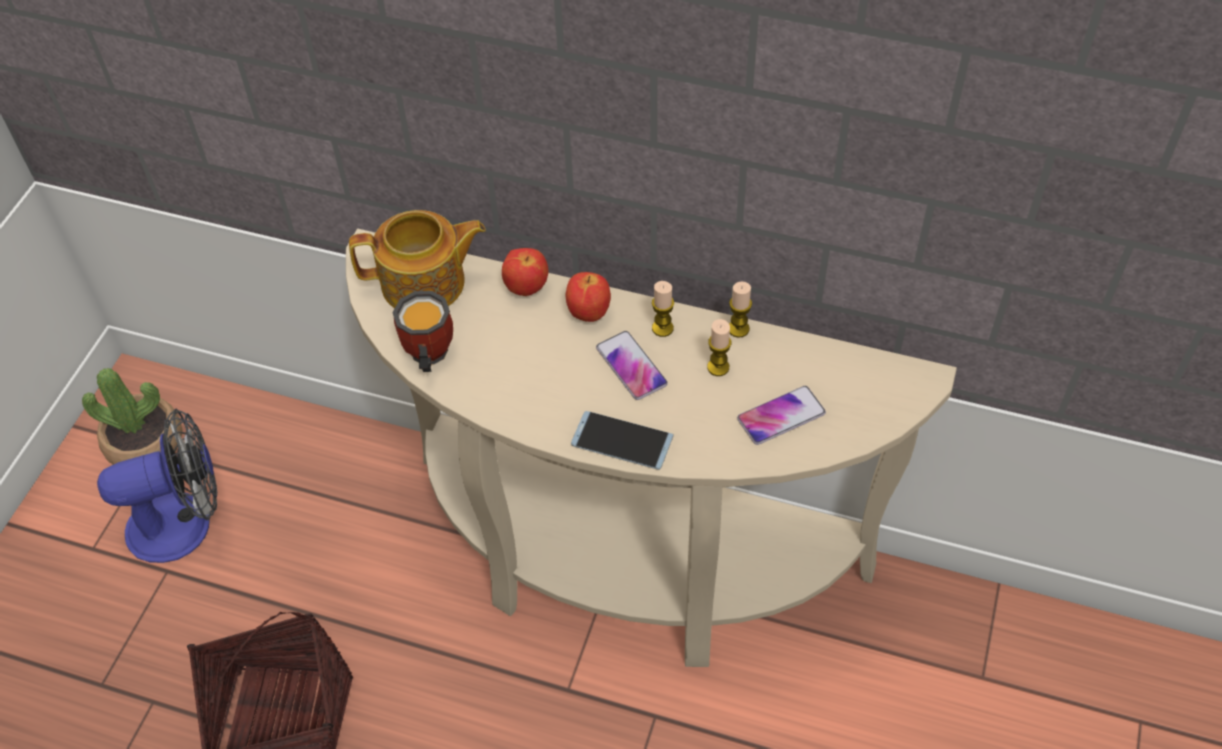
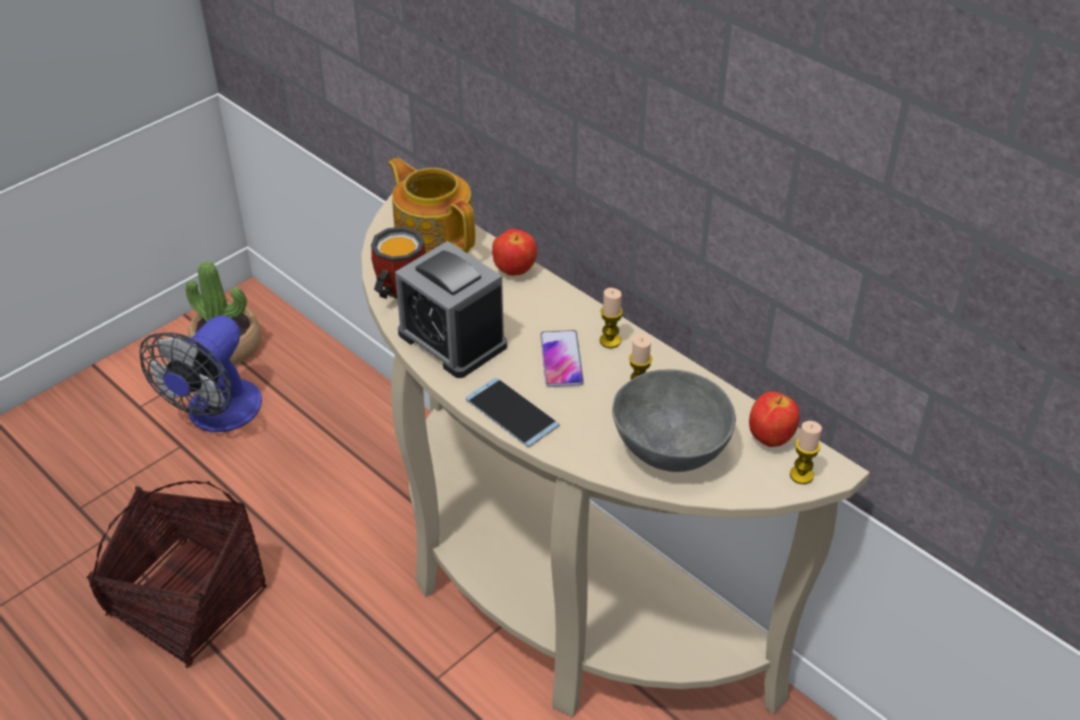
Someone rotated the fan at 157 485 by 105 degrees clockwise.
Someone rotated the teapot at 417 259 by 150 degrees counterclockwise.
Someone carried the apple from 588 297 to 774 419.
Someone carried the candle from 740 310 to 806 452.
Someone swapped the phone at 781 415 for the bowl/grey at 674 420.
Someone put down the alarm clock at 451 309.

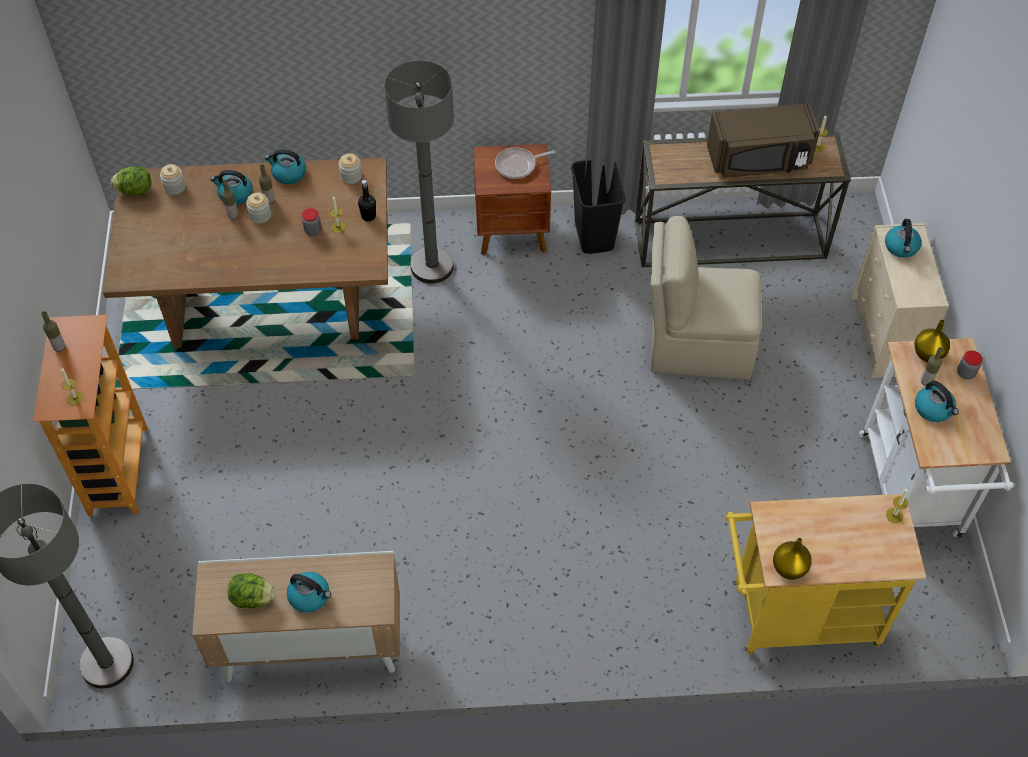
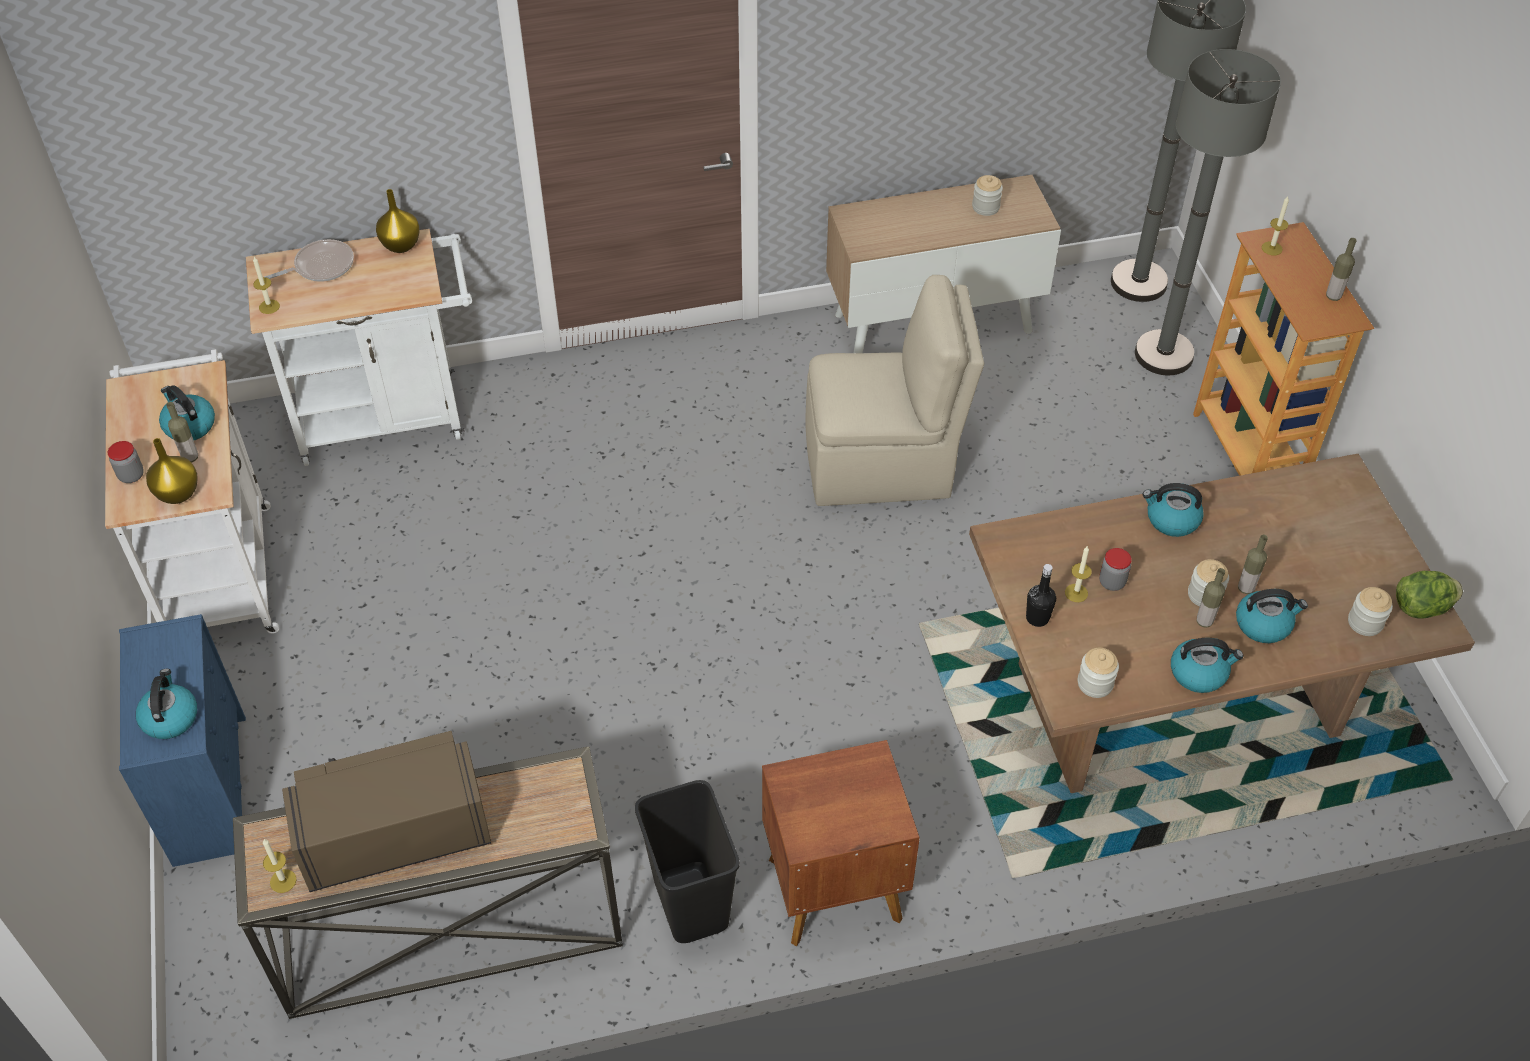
Someone swapped the lettuce at 252 591 for the jar at 987 195.
Someone carried the kettle from 309 592 to 1173 510.
Someone carried the floor lamp/grey from 419 172 to 1208 212.
Someone carried the frying pan from 525 163 to 309 260.
Someone carried the chair/beige from 706 298 to 894 390.
Someone repainted the cart/yellow at 825 574, which became the cart/white at 359 347.
Someone repainted the dresser/beige at 900 300, which became the dresser/blue at 182 740.

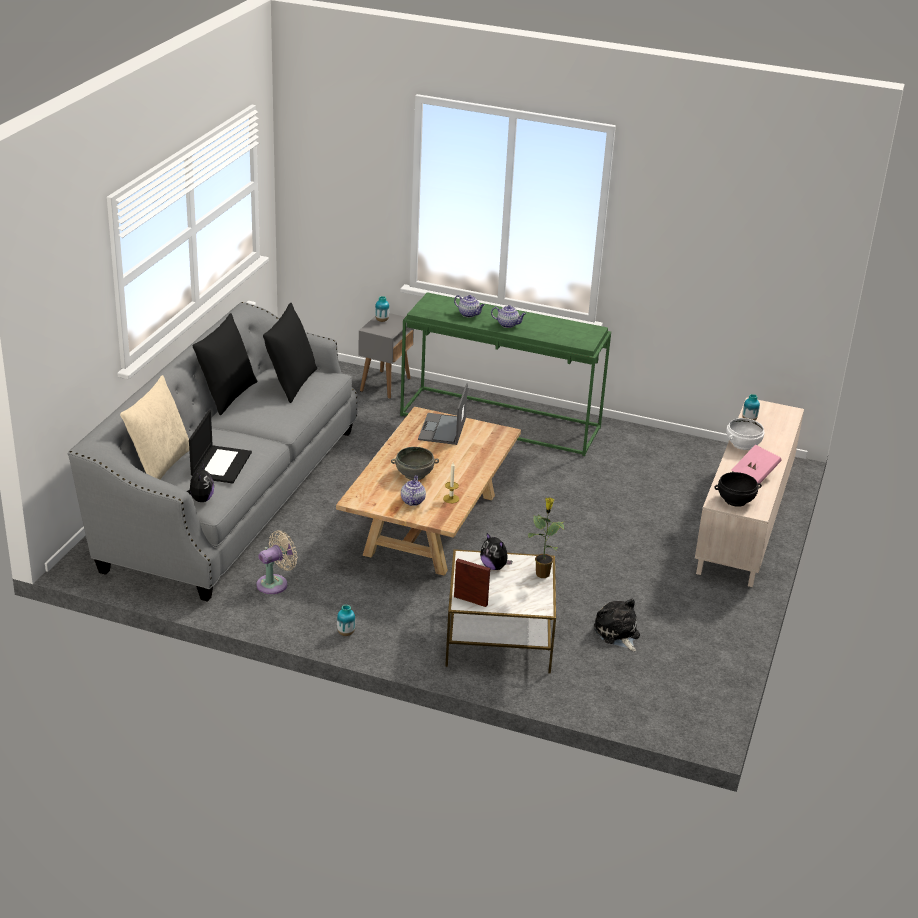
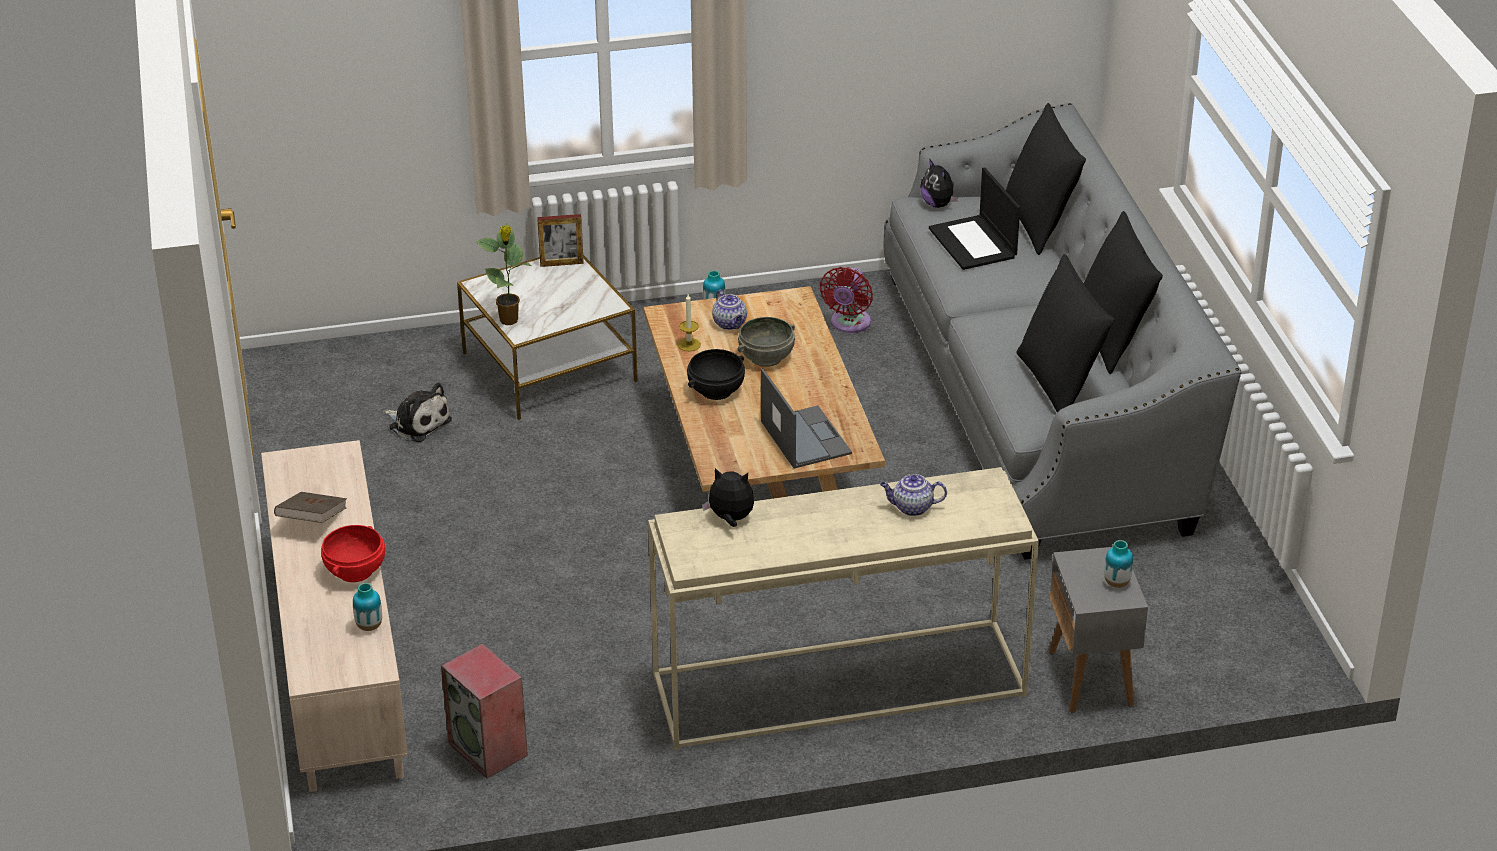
Someone repainted the pillow/beige at 154 427, which became the pillow/black at 1046 179.
Someone repainted the fan/beige at 276 562, which became the fan/red at 846 300.
Someone repainted the console table/green at 505 374, which became the console table/beige at 843 608.
Someone carried the plush toy from 496 551 to 728 497.
Someone took away the teapot at 508 316.
Someone carried the bowl/black from 738 489 to 716 374.
Someone repainted the bowl/white at 745 434, which became the bowl/red at 353 553.
Someone repainted the book/pink at 756 464, which became the book/brown at 310 507.
Someone put down the speaker at 484 710.

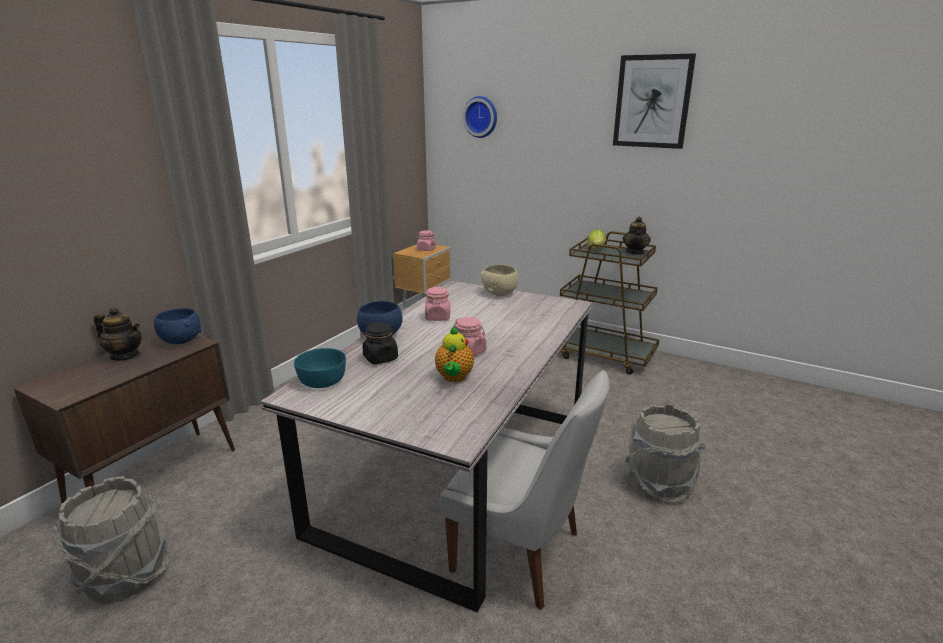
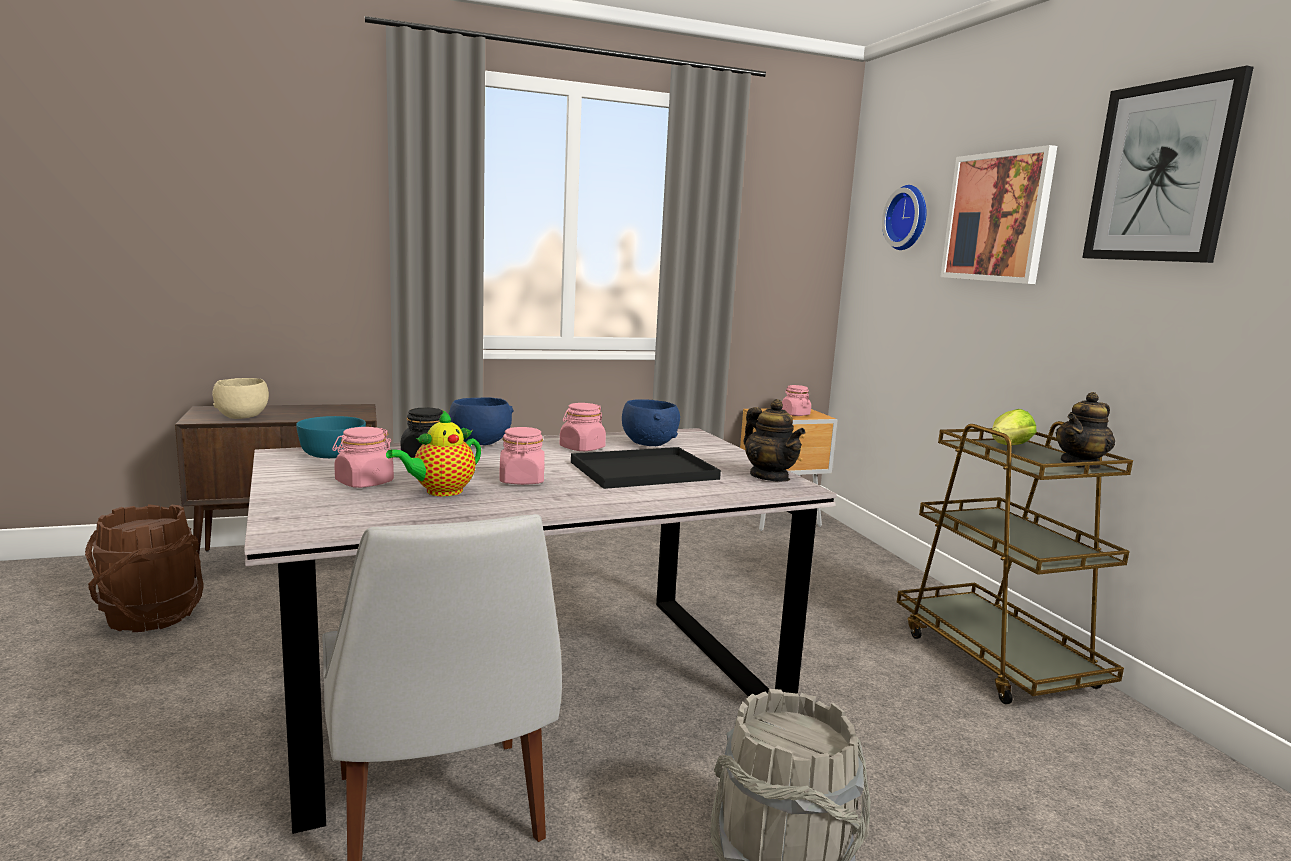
Someone repainted the bucket/grey at 111 540, which became the bucket/brown at 144 568.
Someone carried the teapot from 118 334 to 774 440.
Someone carried the bowl/blue from 178 326 to 651 422.
Someone carried the bowl/beige from 499 280 to 240 398.
Someone put down the jar/pink at 363 457.
Someone put down the tray/black at 646 468.
Someone put up the picture at 998 214.

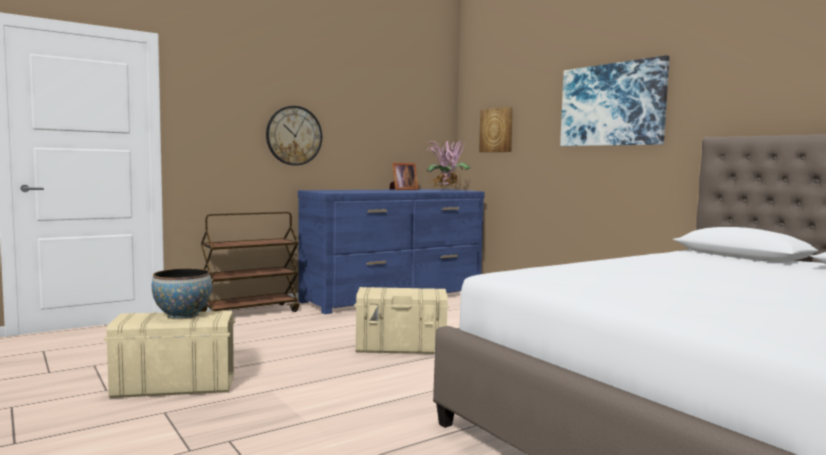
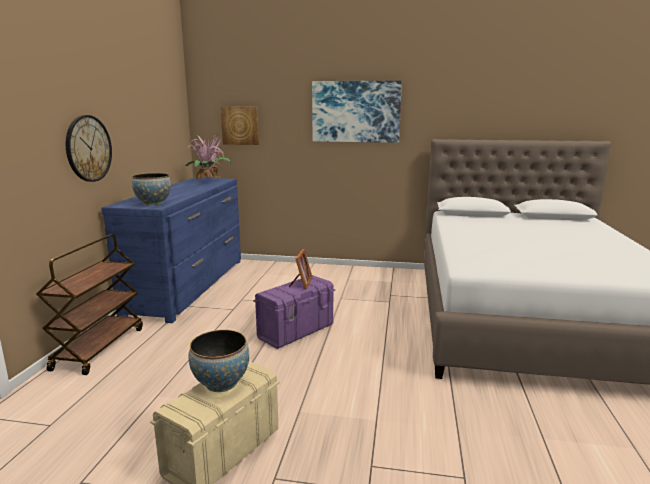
Someone repainted the storage box/beige at 401 320, which became the storage box/purple at 294 312.
Someone carried the picture frame from 404 176 to 301 269.
Someone put down the bowl at 151 189.

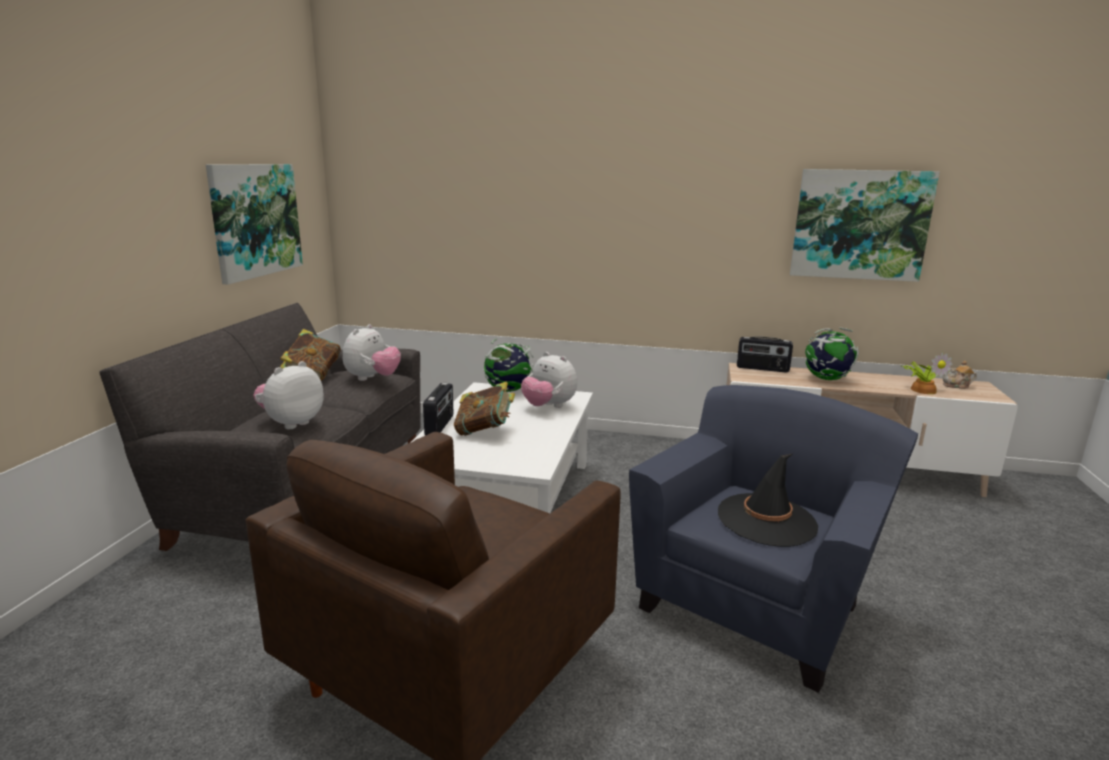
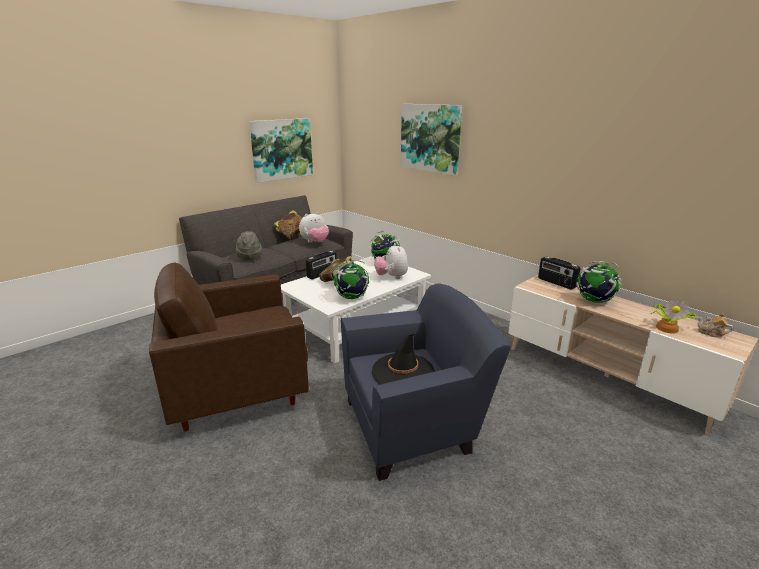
Someone swapped the plush toy at 289 395 for the hat/grey at 249 246.
Someone carried the picture from 865 225 to 431 139.
Someone put down the globe at 352 279.

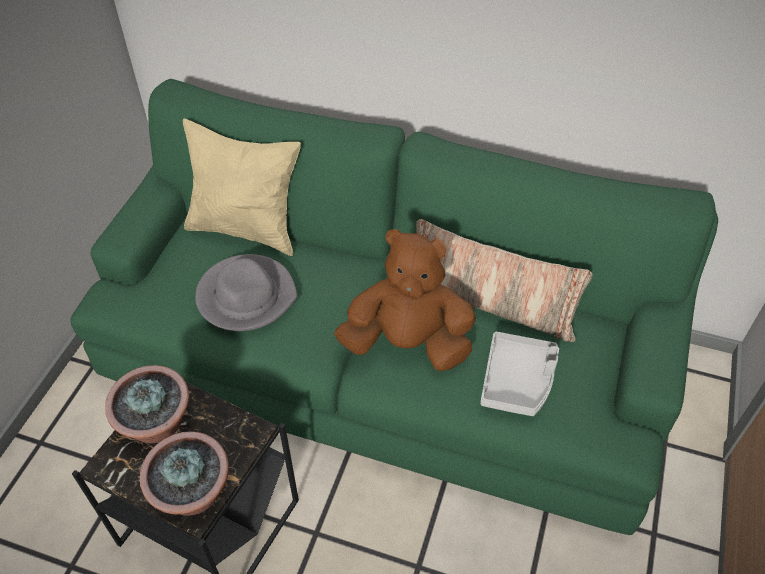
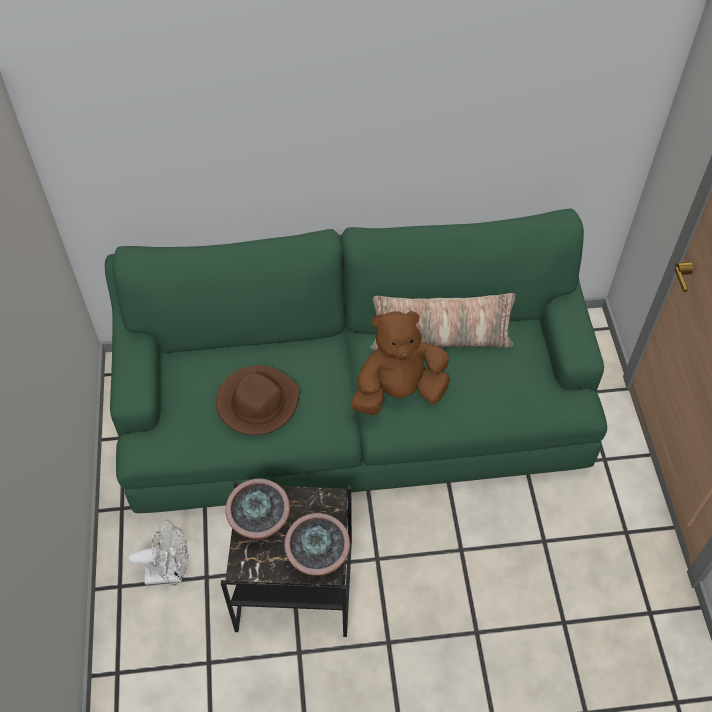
Someone took away the pillow/beige at 242 187.
Someone repainted the hat/grey at 246 292, which became the hat/brown at 258 400.
Someone took away the tray/grey at 519 374.
Someone put down the fan/white at 158 552.

